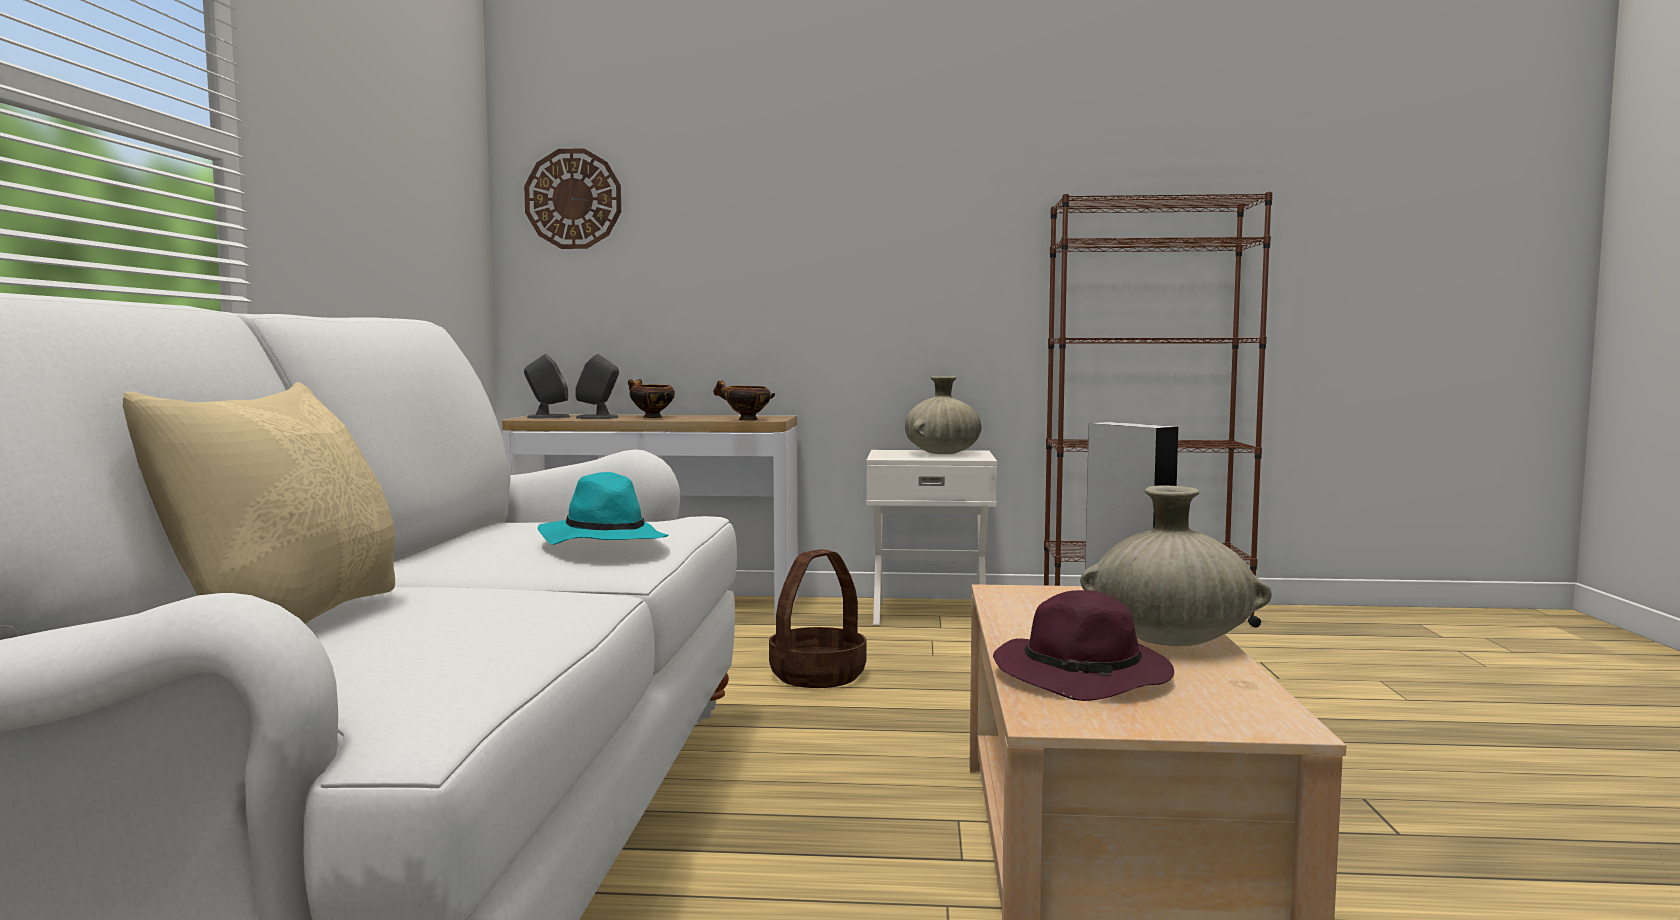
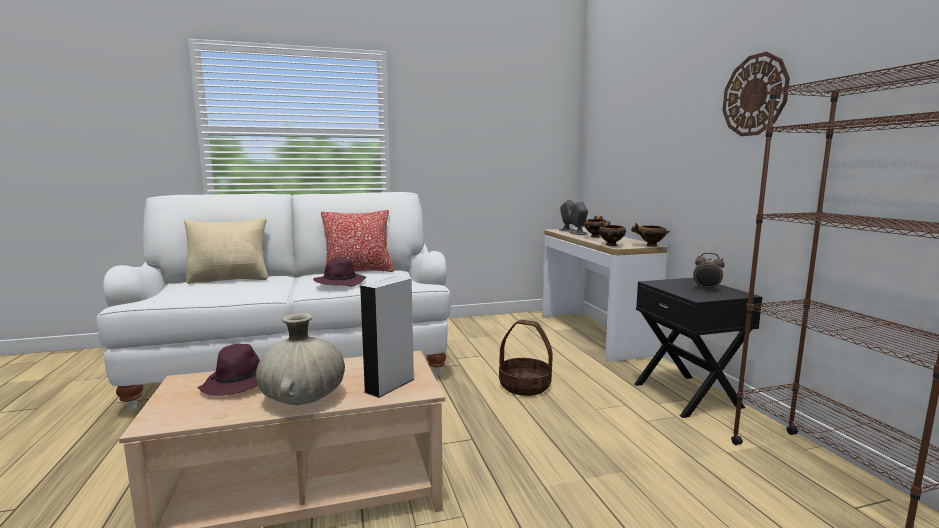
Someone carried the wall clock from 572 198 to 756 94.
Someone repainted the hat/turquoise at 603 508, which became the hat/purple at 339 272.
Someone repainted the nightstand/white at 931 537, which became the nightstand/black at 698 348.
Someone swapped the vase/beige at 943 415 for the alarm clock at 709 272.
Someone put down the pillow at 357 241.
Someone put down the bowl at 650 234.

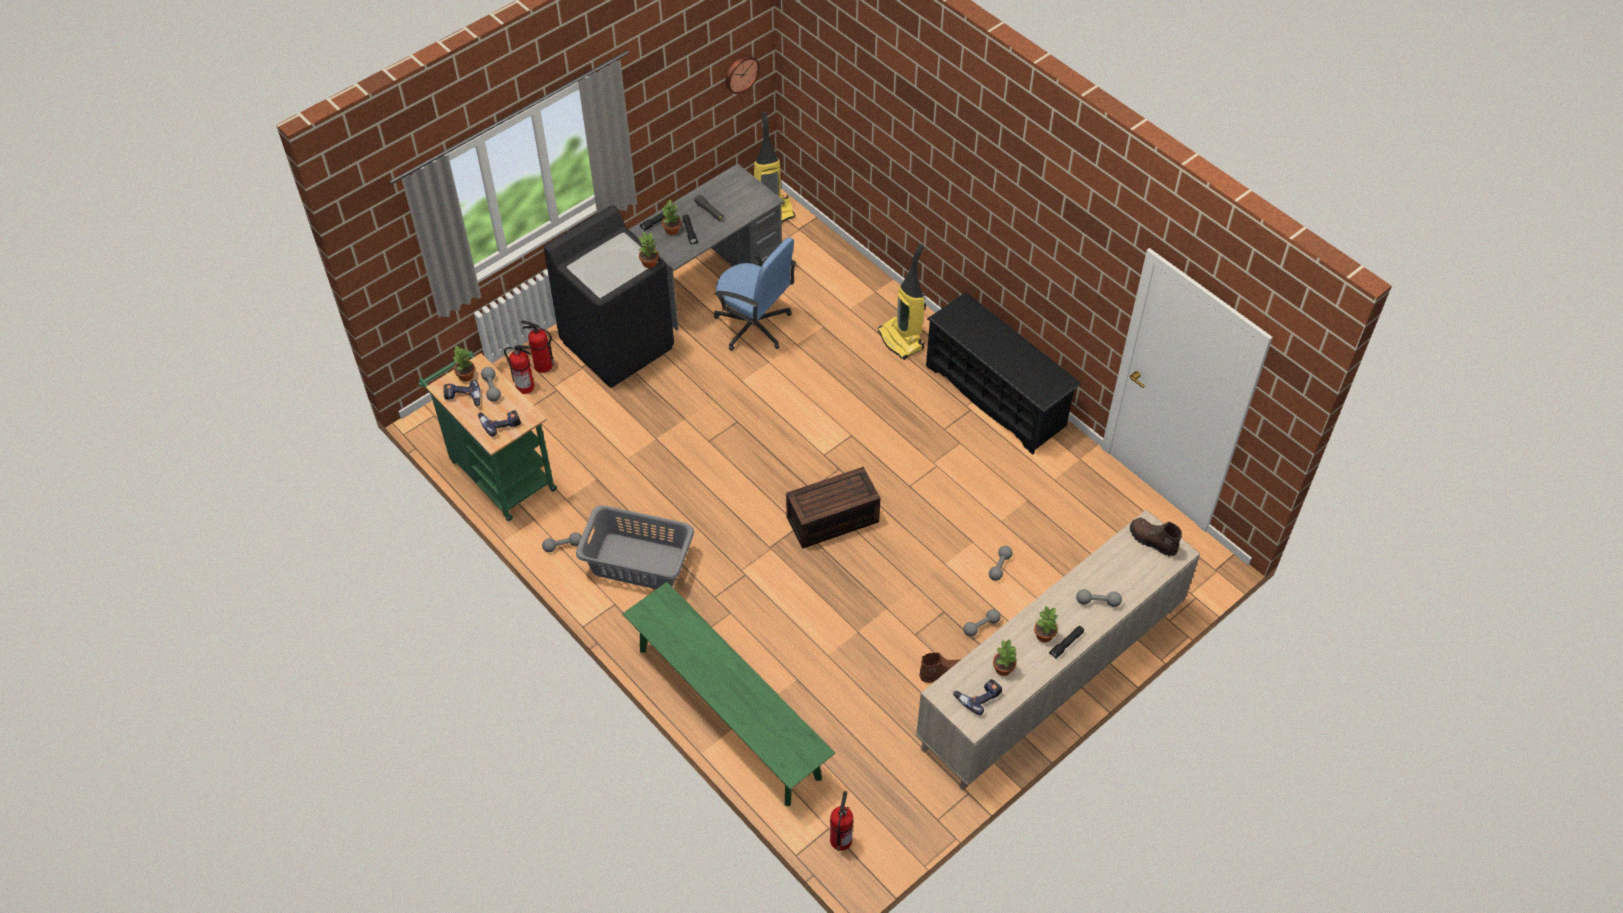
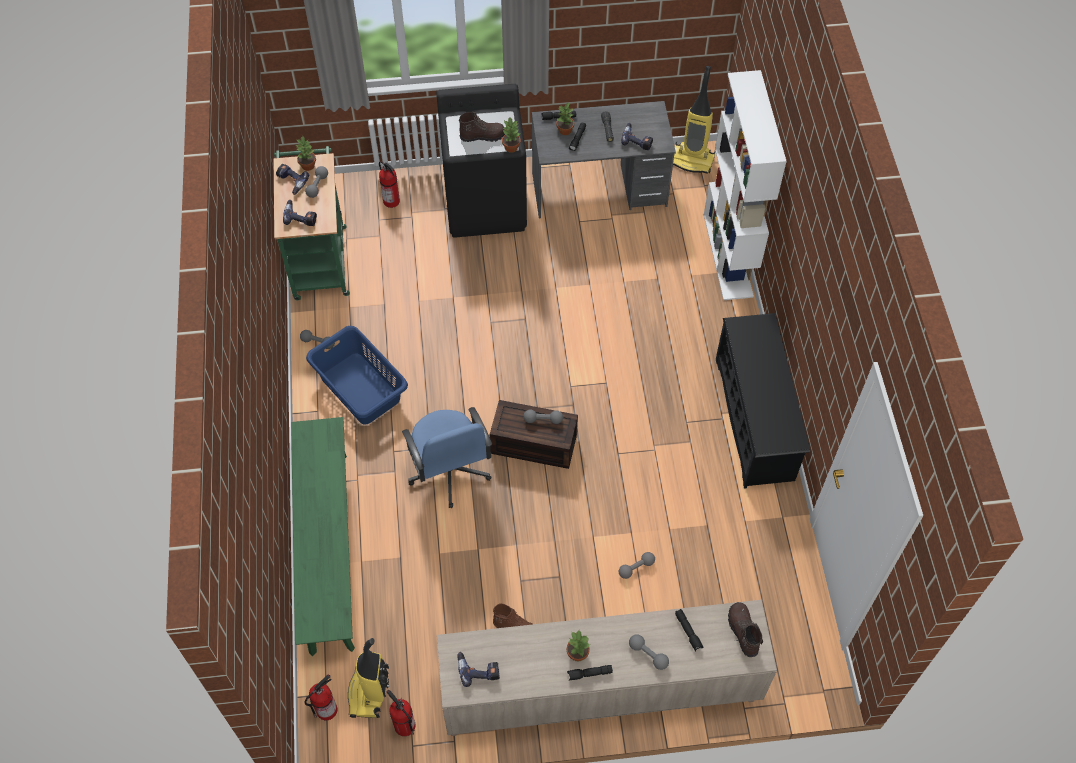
Someone carried the fire extinguisher from 537 346 to 401 713.
Someone repainted the laundry basket/grey at 635 547, which became the laundry basket/blue at 357 375.
Someone carried the office chair/blue from 755 294 to 447 457.
Someone took away the wall clock at 742 74.
Someone carried the vacuum cleaner from 902 302 to 368 678.
Someone carried the dumbbell/grey from 982 623 to 543 416.
Someone took away the potted plant at 1005 657.
Someone put down the boot/brown at 482 127.
Someone put down the power drill at 637 136.
Someone put down the flashlight/black at 689 630.
Someone put down the bookcase/white at 745 185.

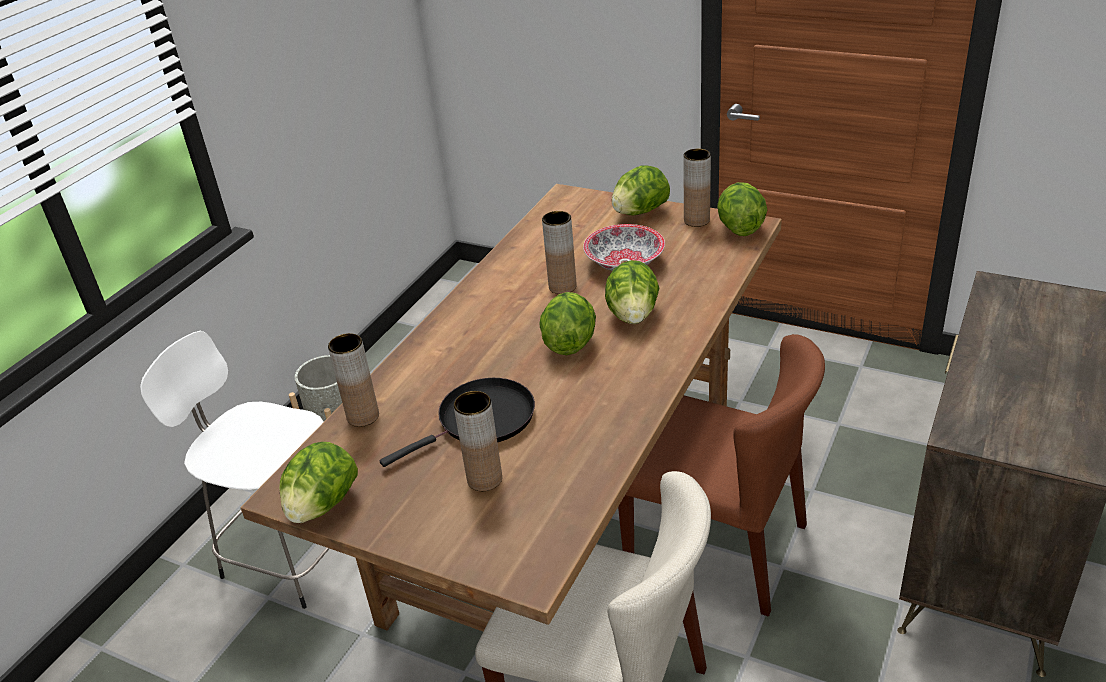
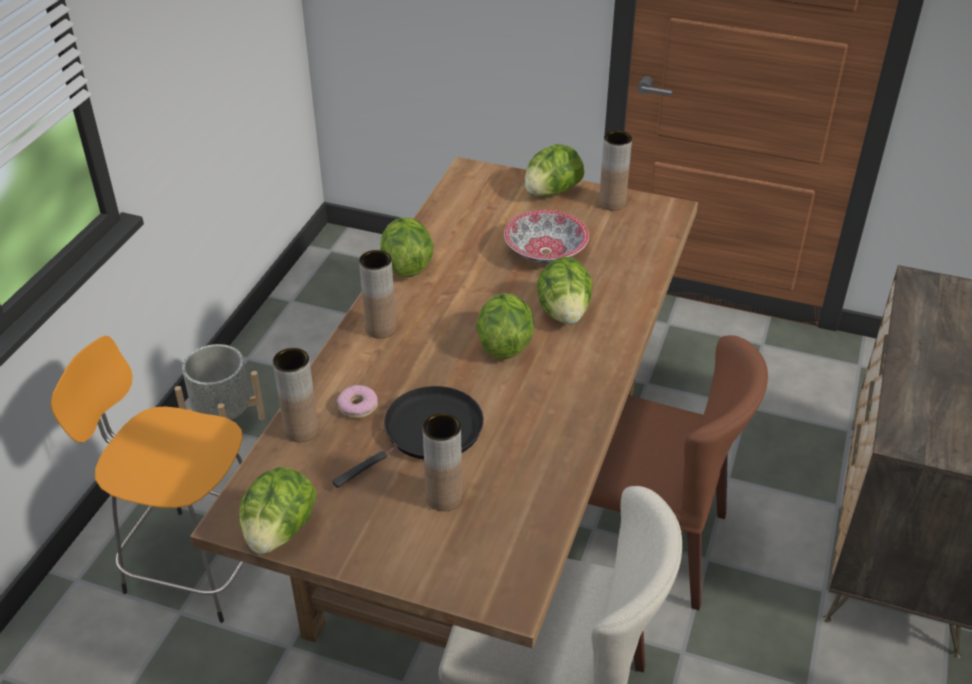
Someone repainted the stool/white at 235 470, which became the stool/orange at 148 479.
Someone carried the vase/brown from 559 252 to 377 294.
Someone carried the lettuce from 742 209 to 406 247.
Someone put down the donut at 357 402.

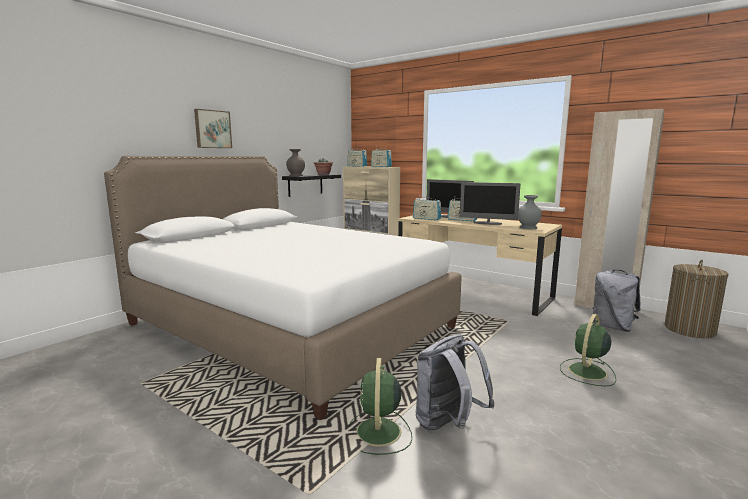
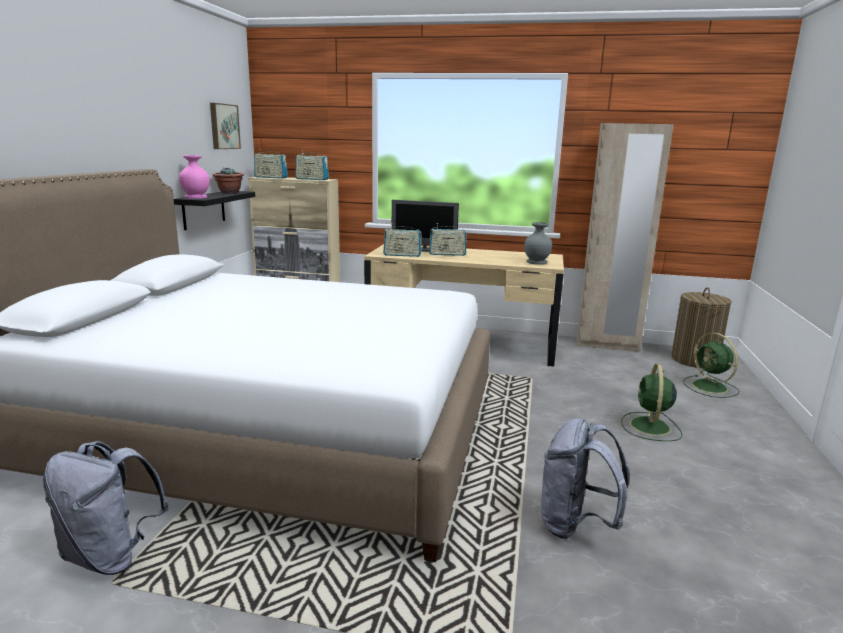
Someone carried the picture from 213 128 to 225 126.
Someone repainted the vase/grey at 295 162, which became the vase/pink at 194 177.
Someone carried the fan/green from 381 406 to 711 365.
Someone took away the monitor at 490 203.
Someone carried the backpack/grey from 616 300 to 106 508.

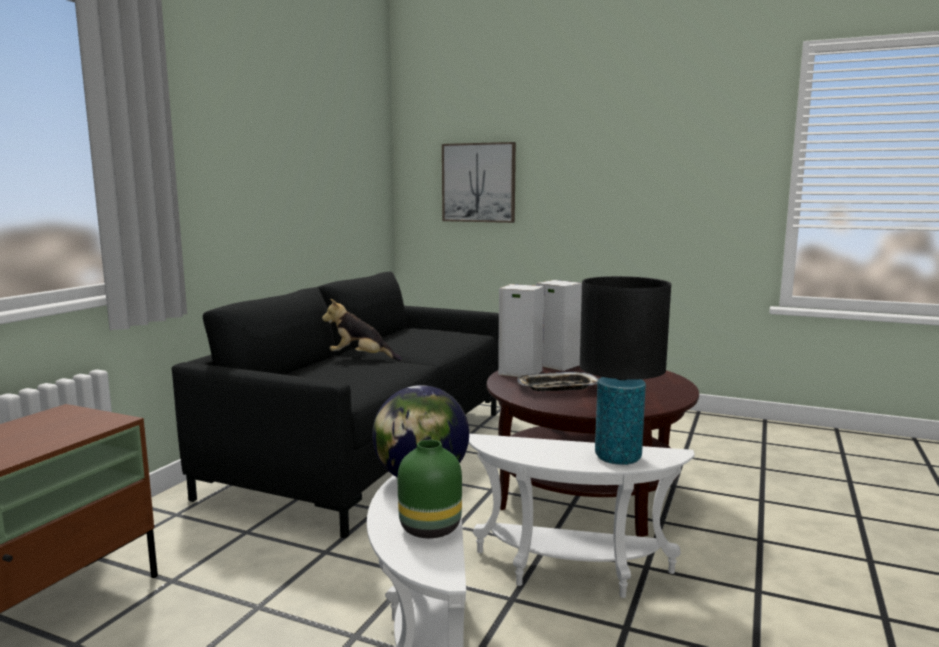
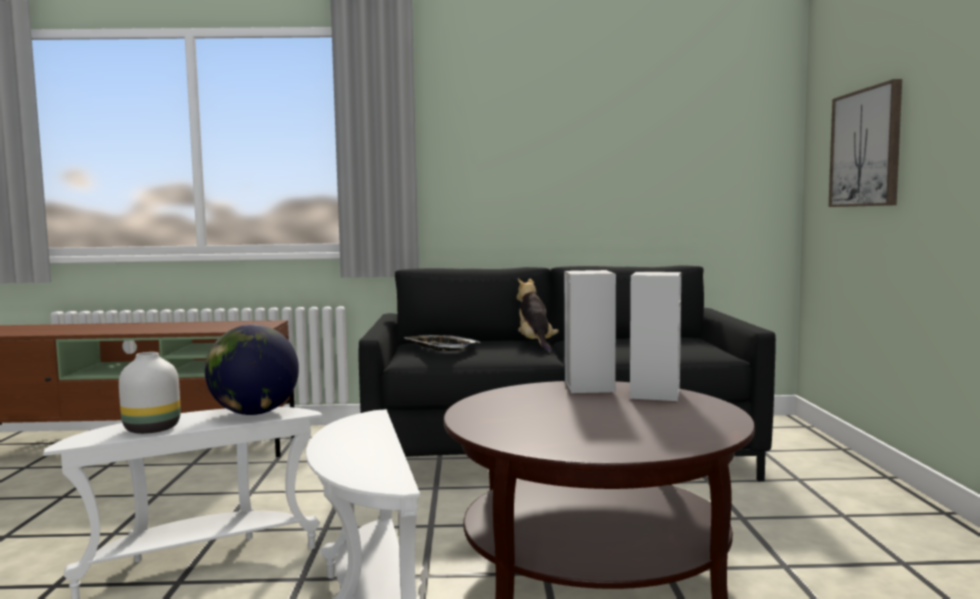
Someone repainted the vase/green at 430 489, which became the vase/white at 150 393.
Someone carried the tray from 557 381 to 442 343.
Someone took away the table lamp/black at 625 370.

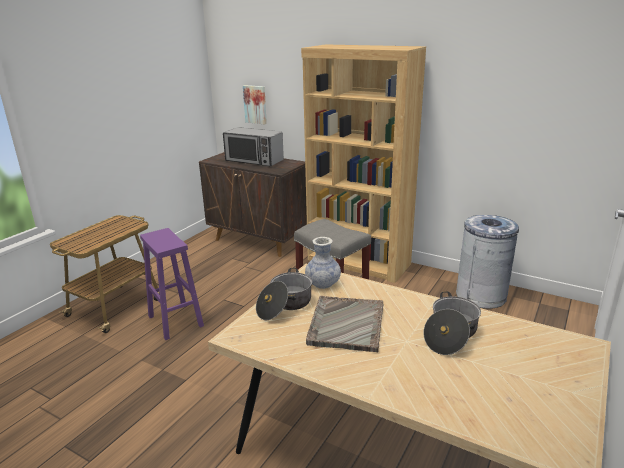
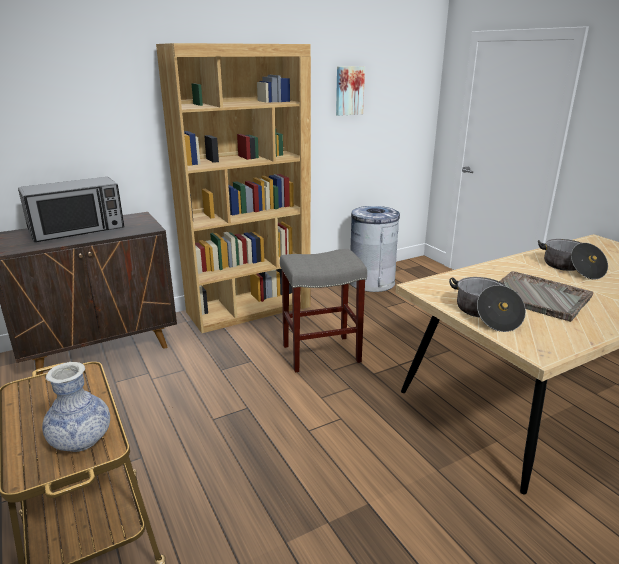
Someone took away the stool/purple at 172 284.
Someone carried the picture from 255 105 to 350 91.
Someone carried the vase from 323 263 to 76 407.

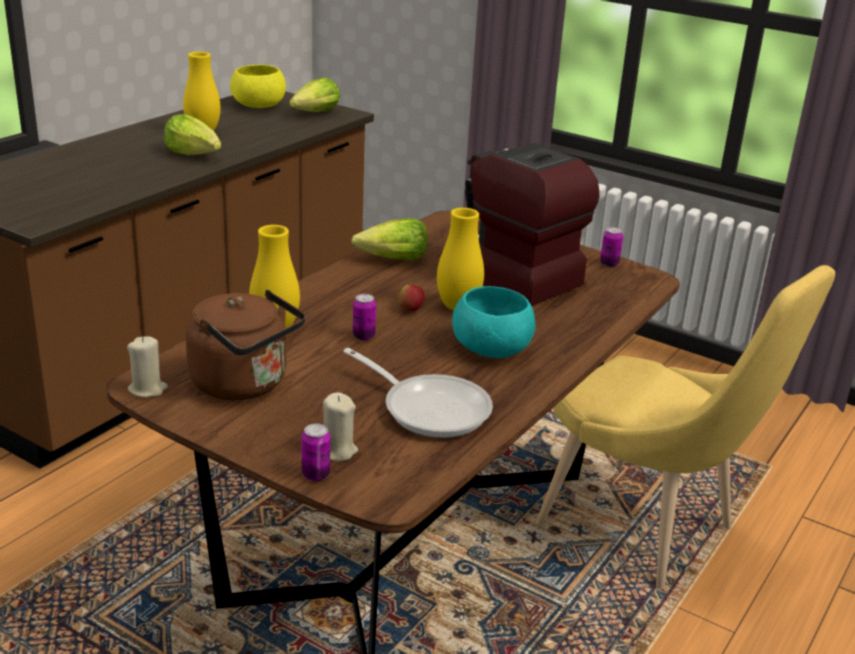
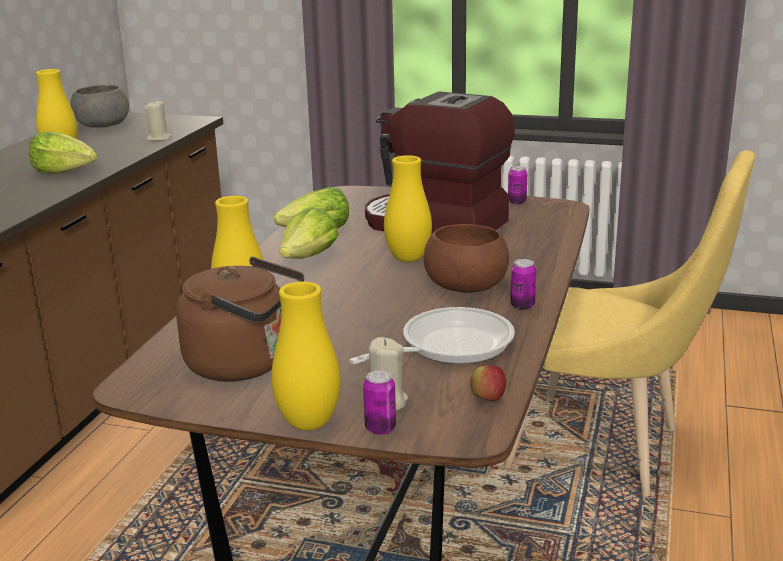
Someone carried the candle/beige from 147 366 to 158 120.
Someone repainted the bowl/yellow at 258 86, which became the bowl/grey at 99 106.
Someone carried the lettuce from 314 94 to 309 233.
Someone rotated the frying pan at 418 393 by 60 degrees counterclockwise.
Someone carried the can from 364 317 to 523 284.
Someone carried the apple from 411 298 to 488 383.
Someone repainted the bowl/turquoise at 493 322, which became the bowl/brown at 466 258.
Someone put down the vase/yellow at 306 356.

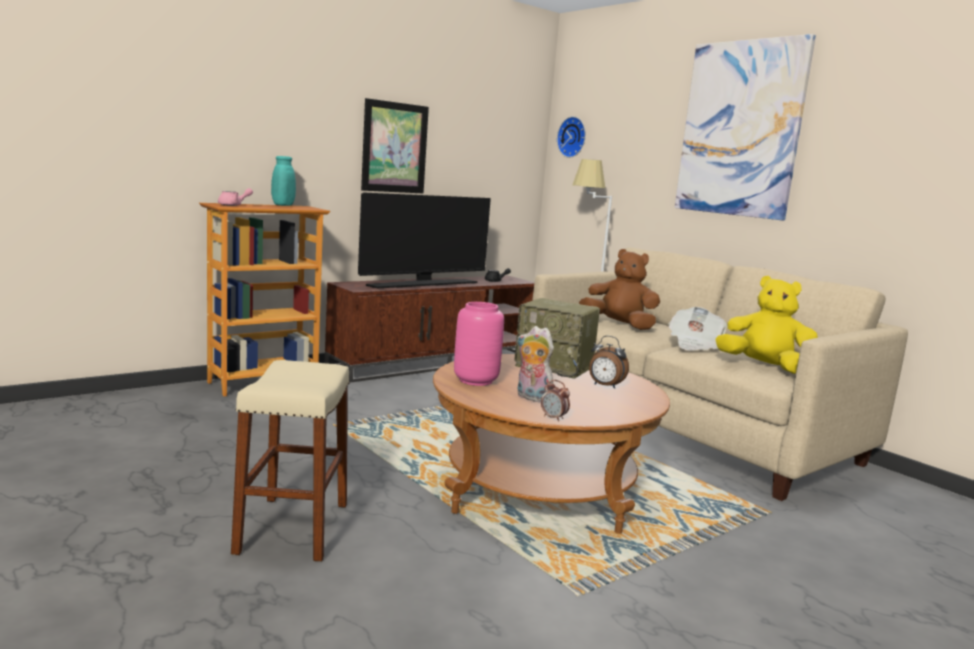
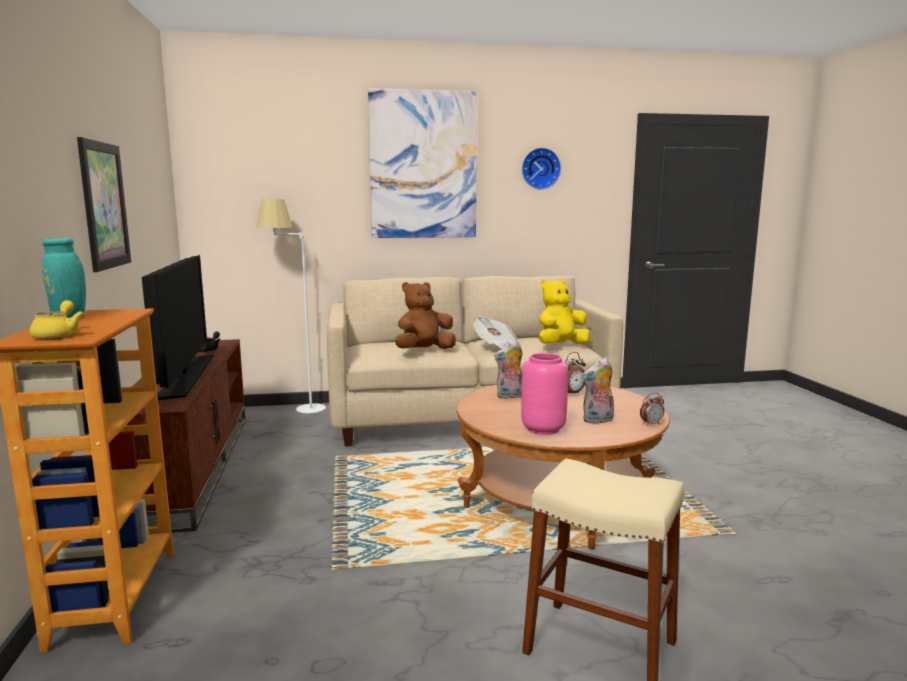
Someone repainted the teapot/pink at 235 197, which became the teapot/yellow at 56 319.
Someone swapped the radio at 557 338 for the plush toy at 508 369.
Someone carried the wall clock from 571 137 to 541 169.

